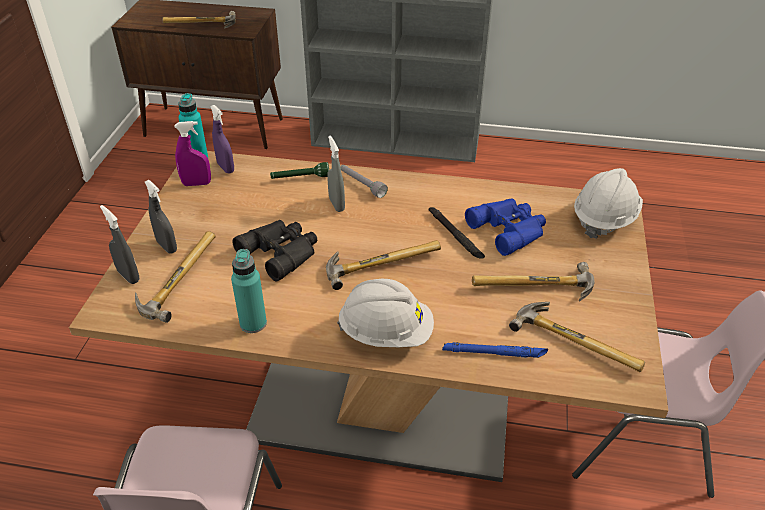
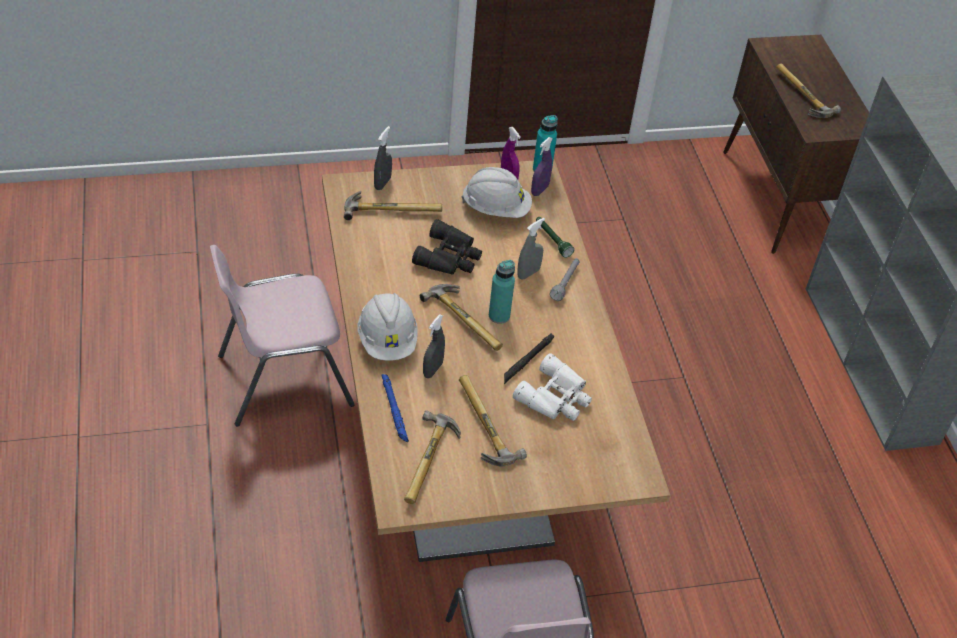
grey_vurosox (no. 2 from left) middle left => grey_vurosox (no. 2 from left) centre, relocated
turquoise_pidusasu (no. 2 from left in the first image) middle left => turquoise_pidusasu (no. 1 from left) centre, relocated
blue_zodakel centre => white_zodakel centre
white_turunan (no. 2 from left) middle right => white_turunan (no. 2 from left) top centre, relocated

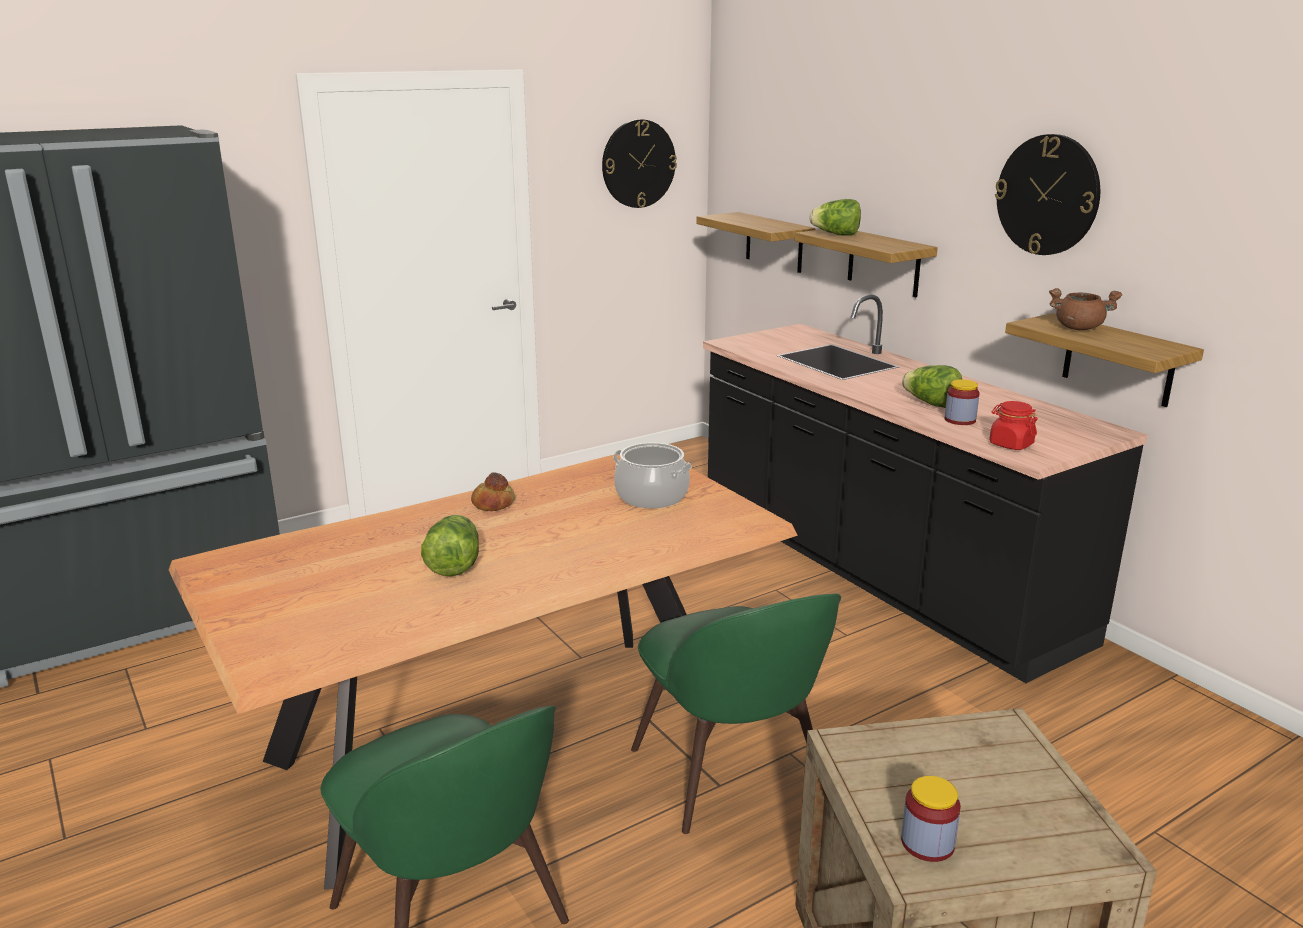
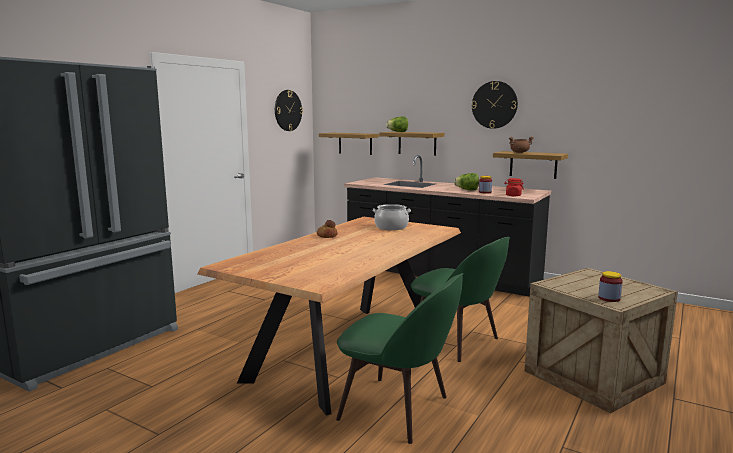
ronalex (no. 1 from left) centre => nothing

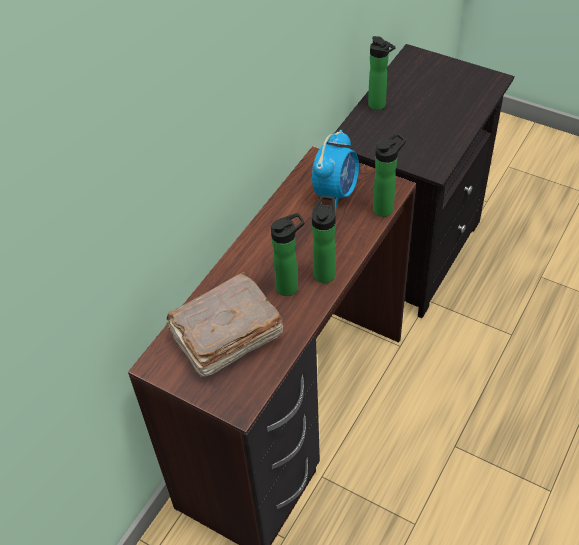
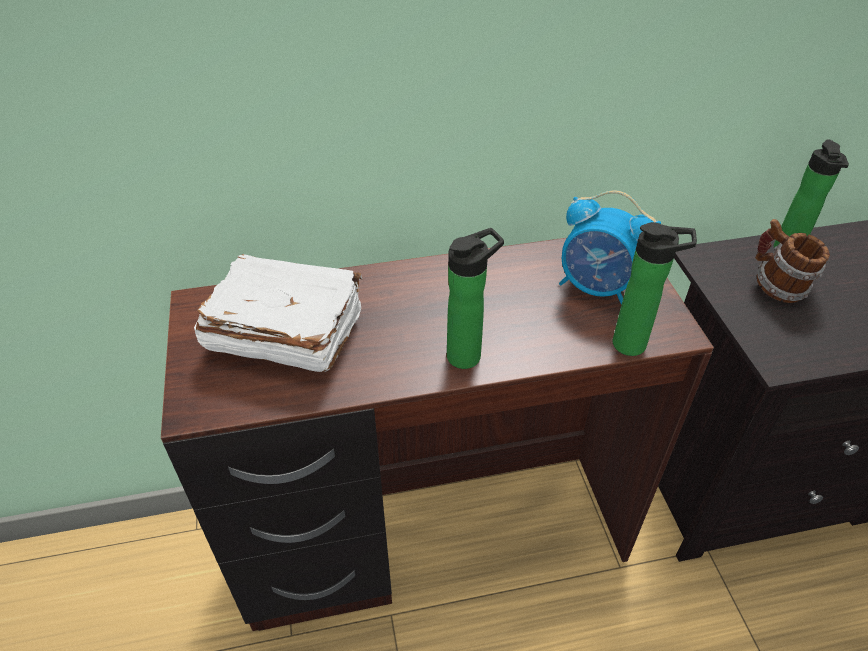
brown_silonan centre => white_silonan middle left
pidusasu (no. 1 from left) centre => nothing
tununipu top centre => tununipu middle right, 45 degrees clockwise
nothing => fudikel middle right

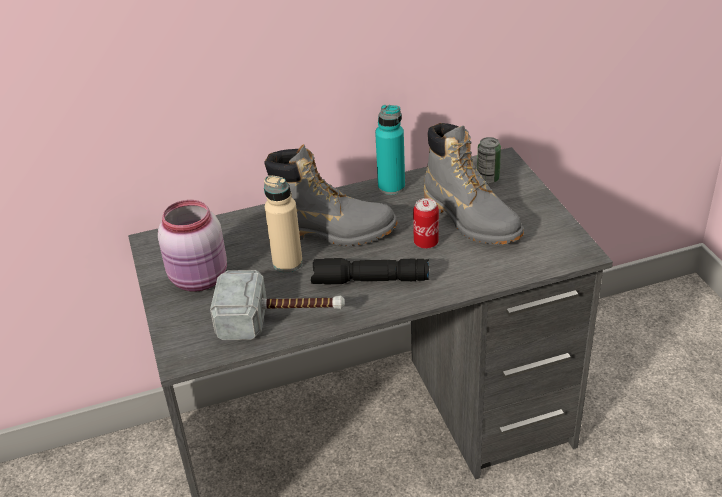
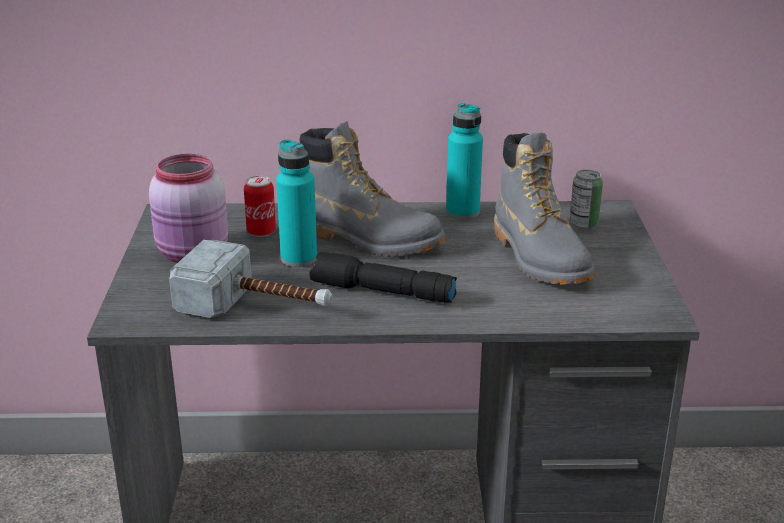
beige_pidusasu centre => turquoise_pidusasu (no. 1 from left) centre
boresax (no. 1 from left) centre => boresax (no. 1 from left) middle left, relocated

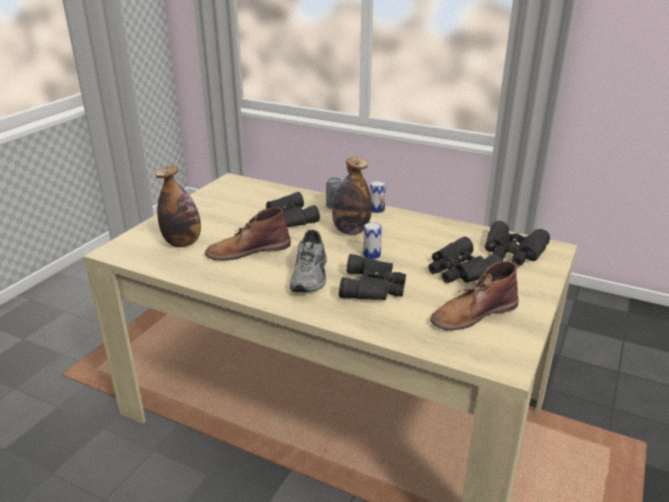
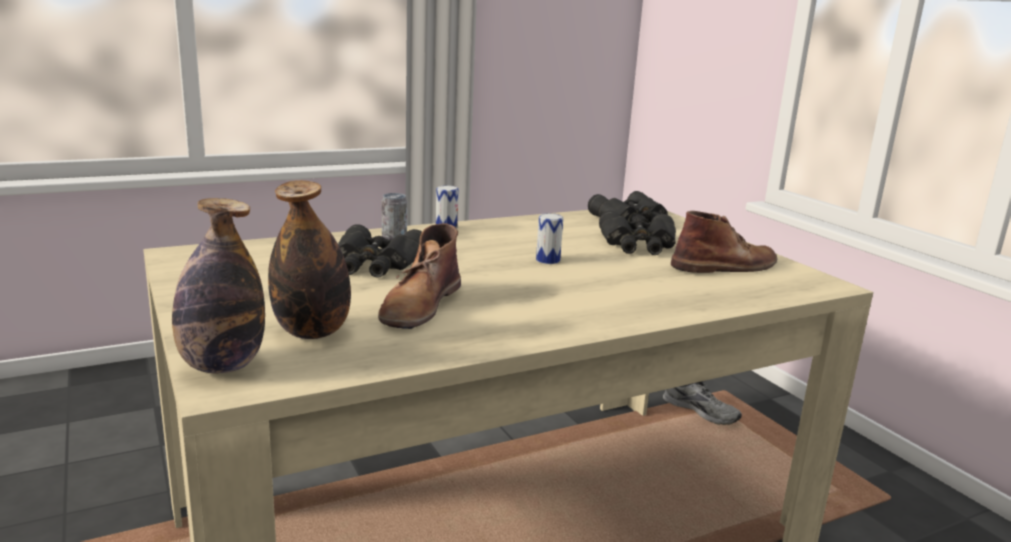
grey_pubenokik centre => grey_pubenokik bottom right, relocated
pidusasu (no. 2 from left in the first image) centre => pidusasu (no. 1 from left) middle left, relocated
black_zodakel (no. 2 from left) centre => nothing
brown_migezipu (no. 2 from left) middle right, 120 degrees counterclockwise

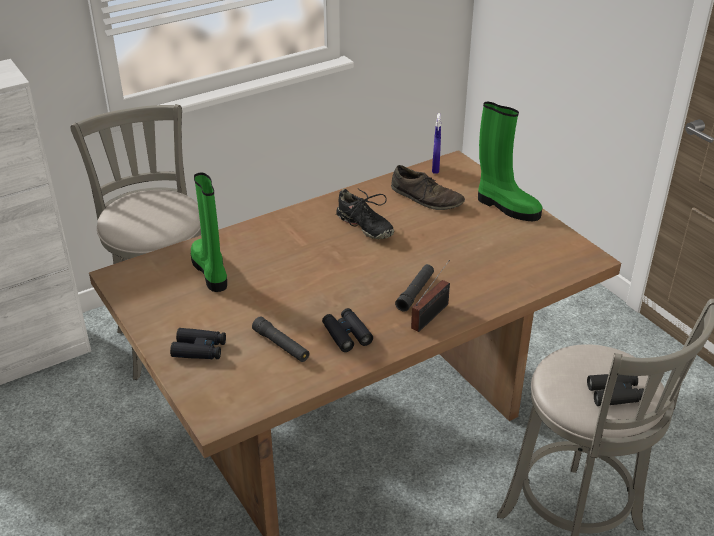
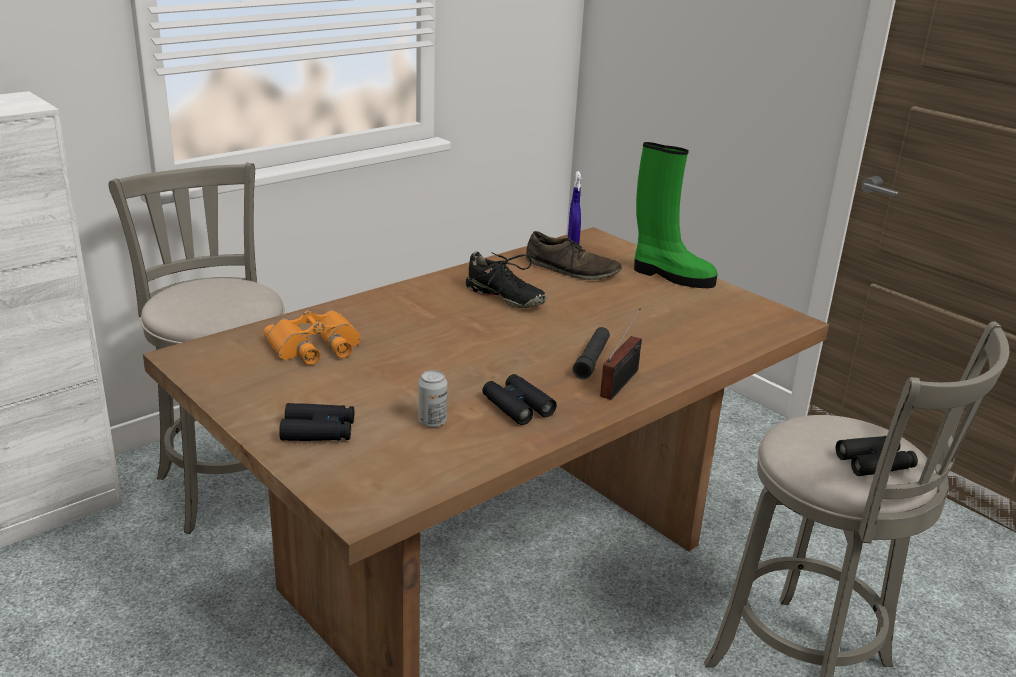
green_migezipu (no. 1 from left) middle left => orange_zodakel middle left
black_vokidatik (no. 1 from left) centre => boresax centre

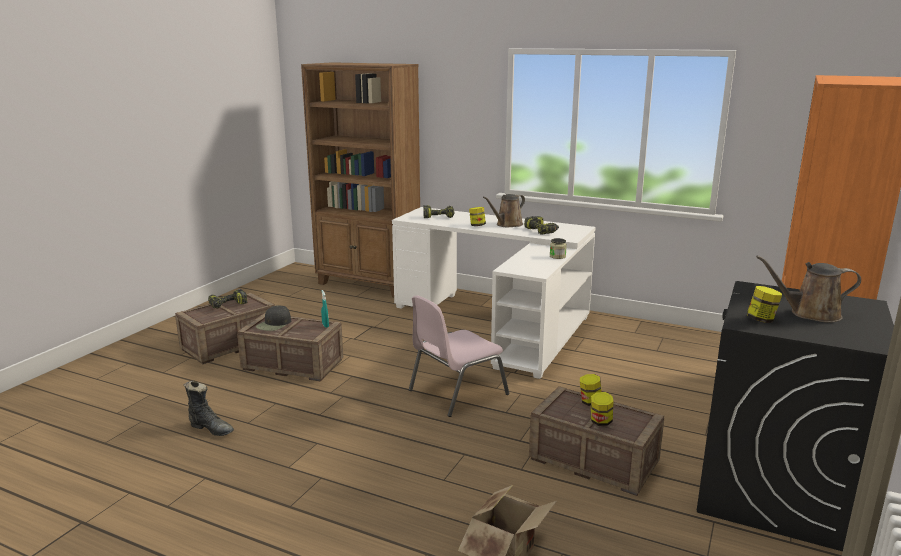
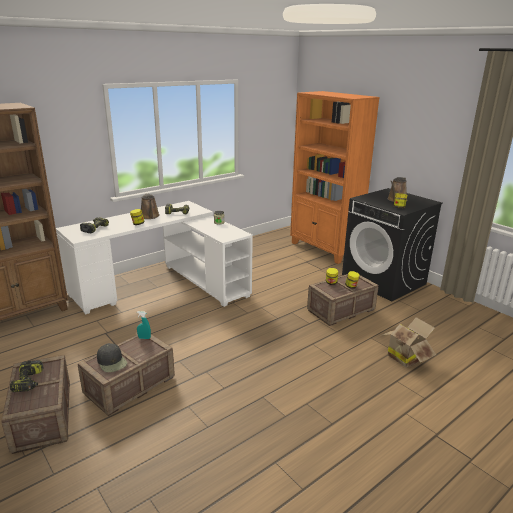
black_migezipu bottom left => nothing
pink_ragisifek centre => nothing

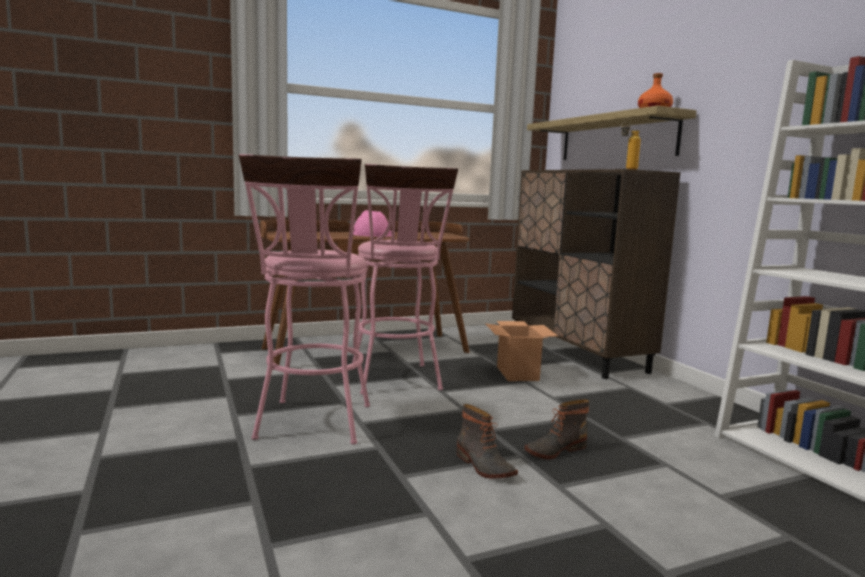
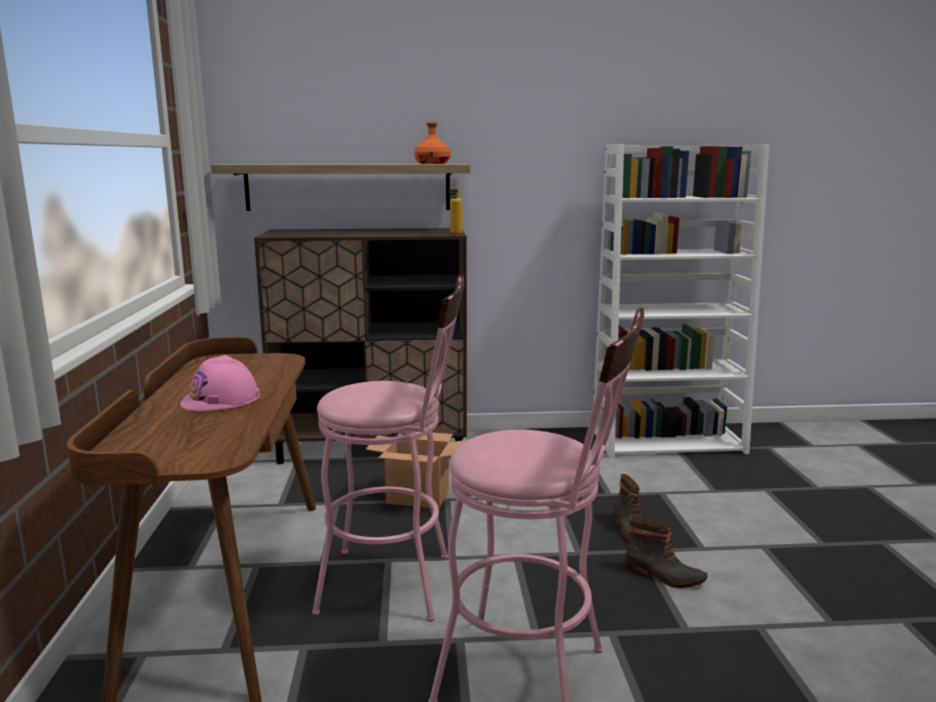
migezipu (no. 1 from left in the first image) bottom centre => migezipu (no. 2 from left) bottom right, 45 degrees clockwise

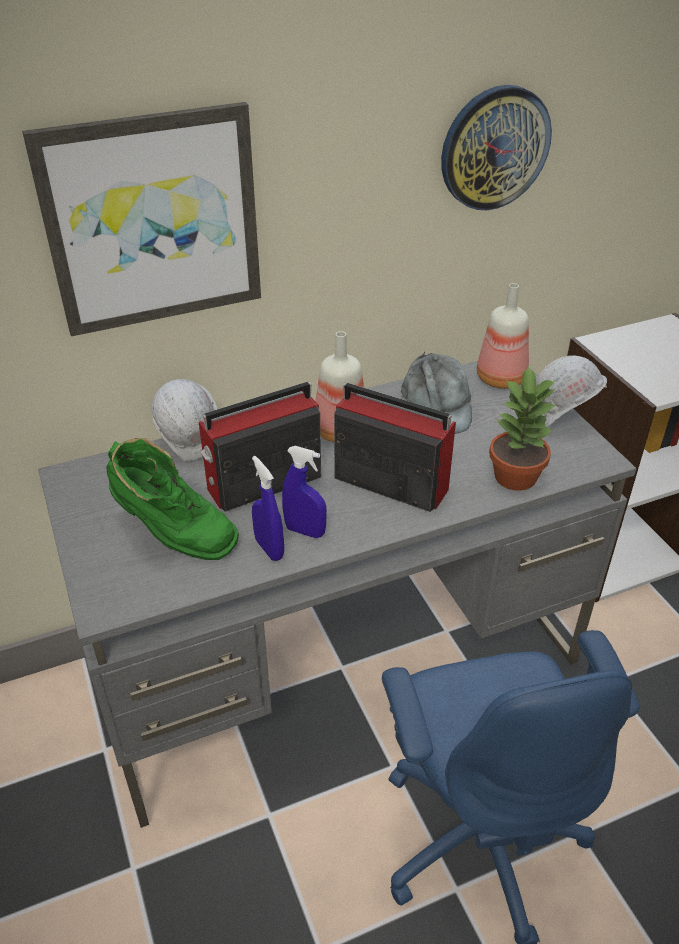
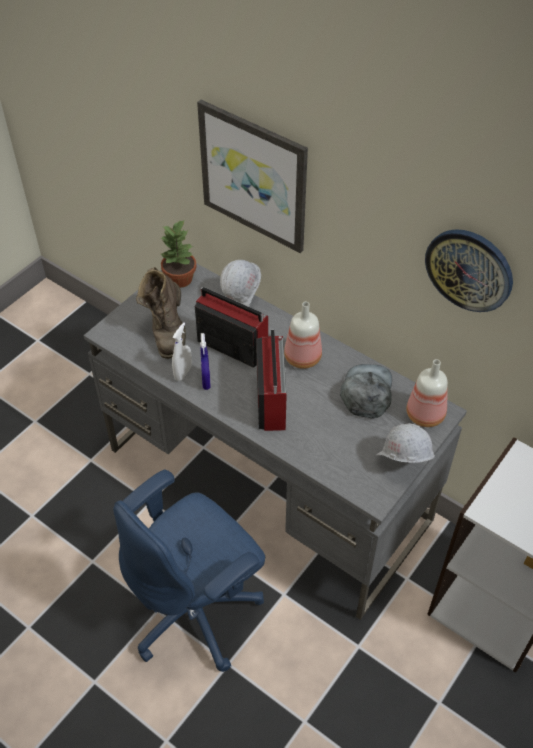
green_migezipu middle left => brown_migezipu middle left
blue_vurosox (no. 1 from left) centre => white_vurosox centre
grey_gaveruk centre => grey_gaveruk middle right, 135 degrees clockwise
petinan middle right => petinan centre, relocated

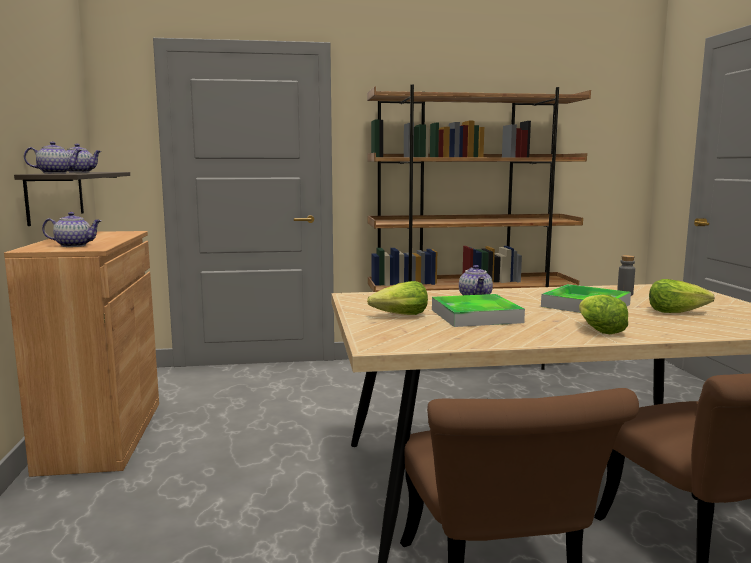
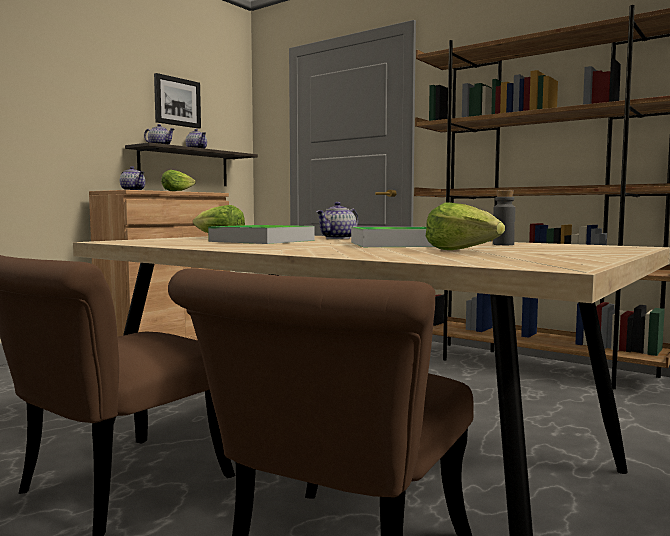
ronalex (no. 2 from left in the first image) middle right => ronalex (no. 1 from left) middle left, relocated
nothing => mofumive top left

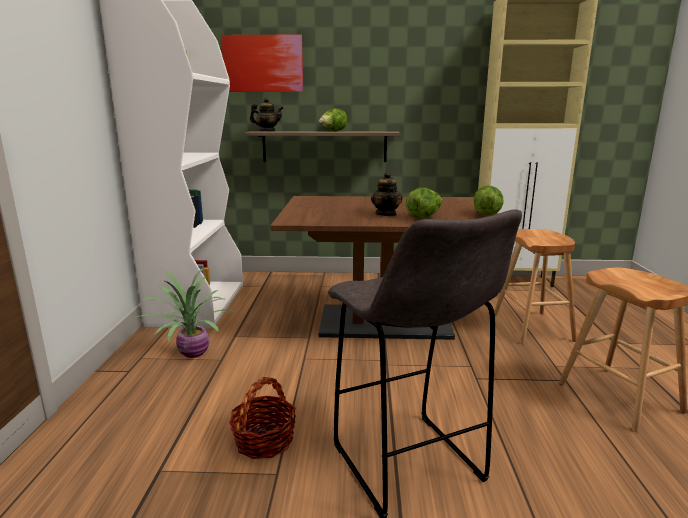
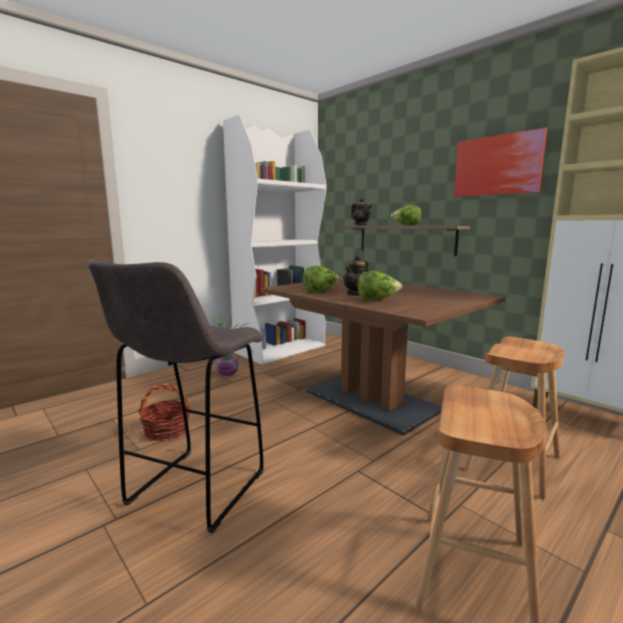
mofumive top centre => mofumive top right, relocated
ronalex (no. 3 from left in the first image) middle right => ronalex (no. 1 from left) centre, relocated

